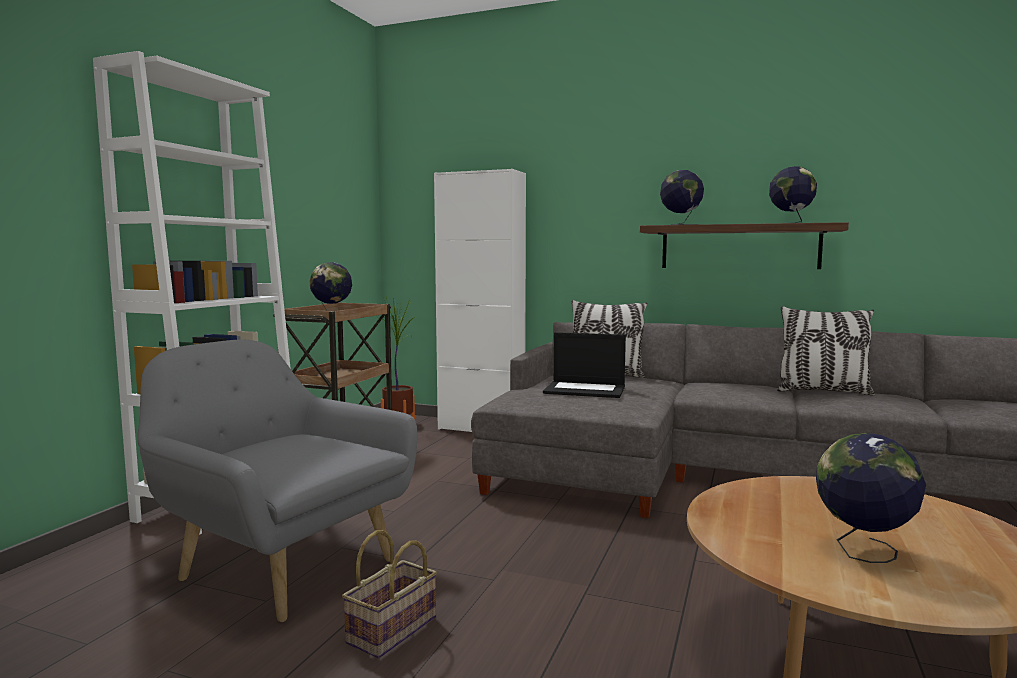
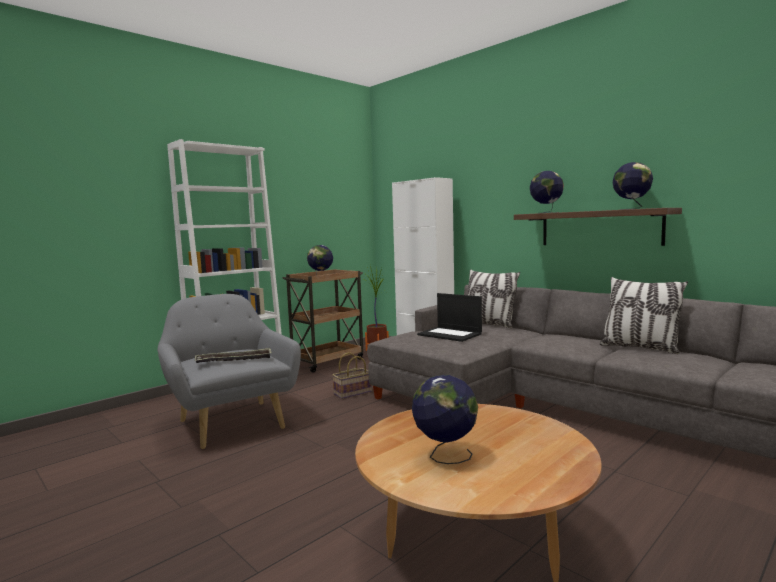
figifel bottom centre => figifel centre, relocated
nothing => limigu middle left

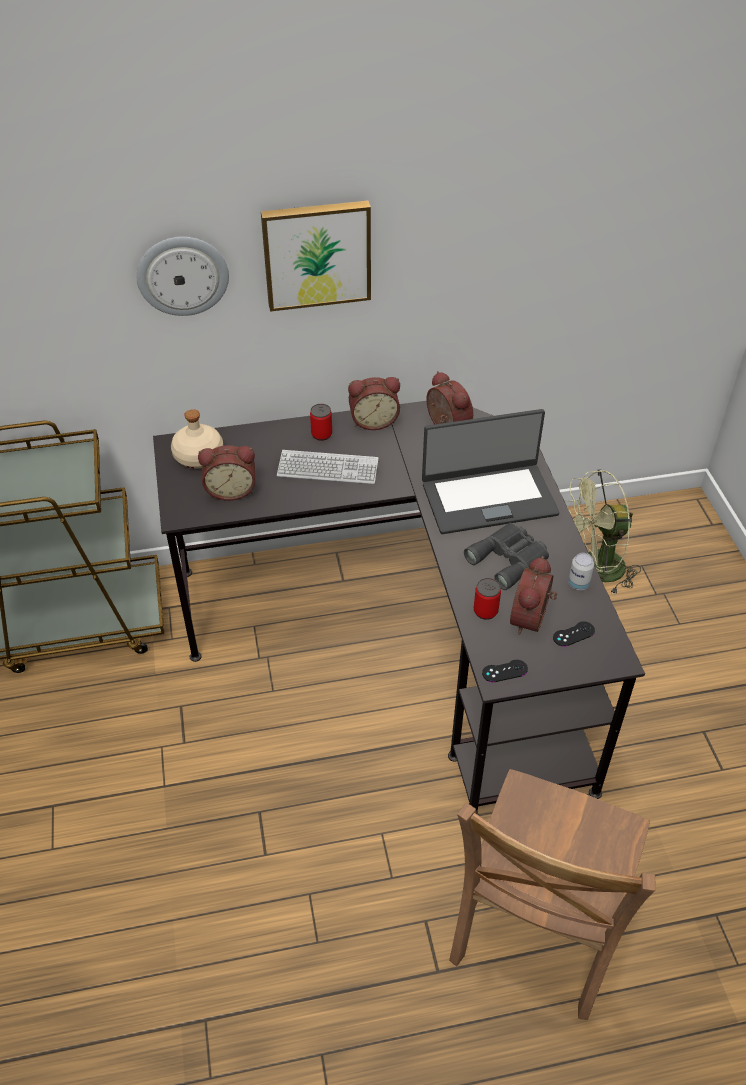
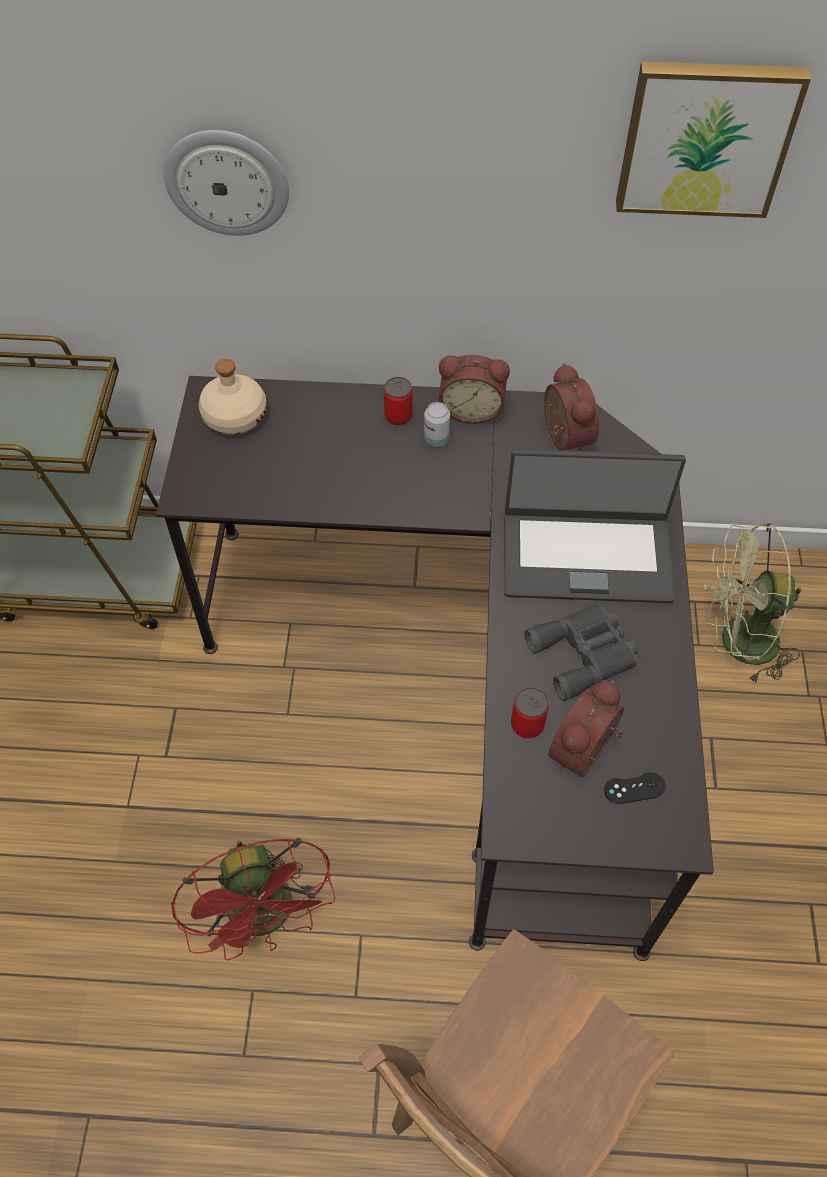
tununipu (no. 1 from left) middle left => nothing
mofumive top centre => mofumive top right, relocated
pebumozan centre => nothing
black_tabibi (no. 1 from left) middle right => nothing
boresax (no. 3 from left in the first image) middle right => boresax (no. 2 from left) centre, relocated
nothing => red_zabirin bottom left

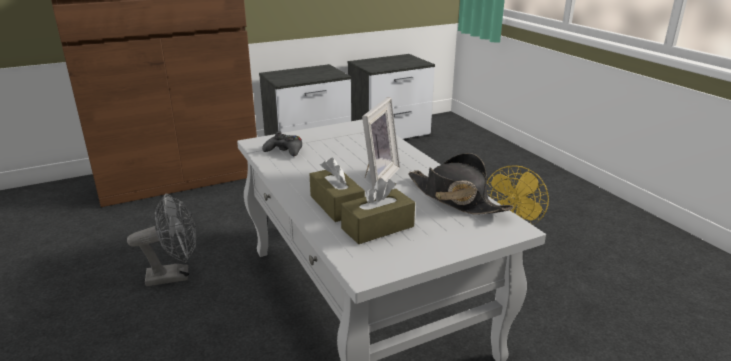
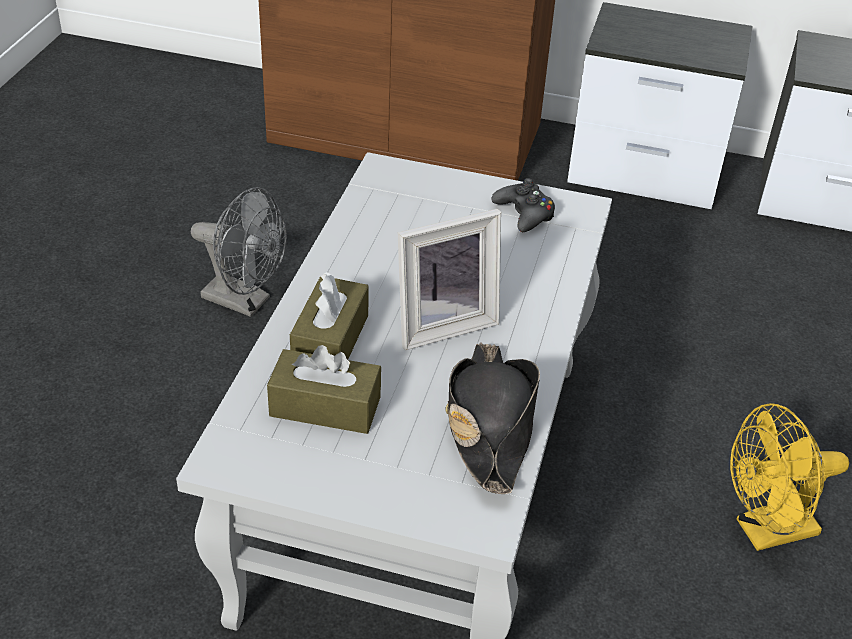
black_tabibi centre => black_tabibi top centre, relocated

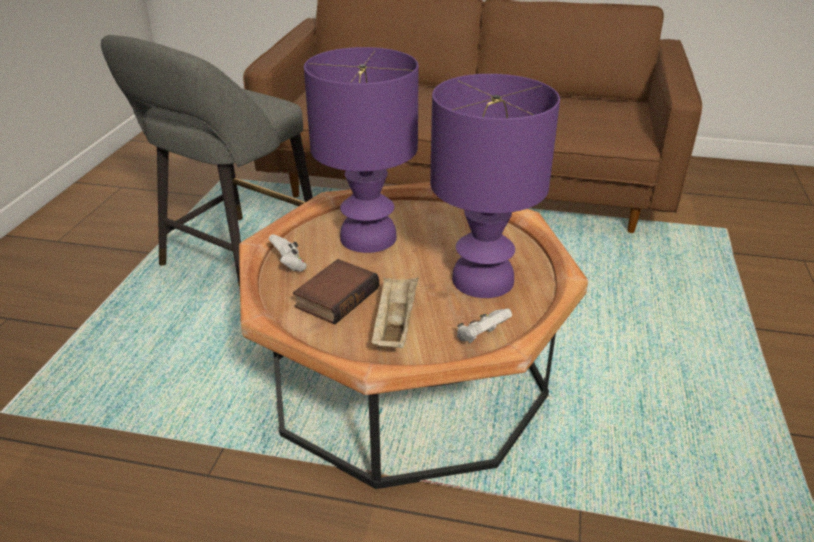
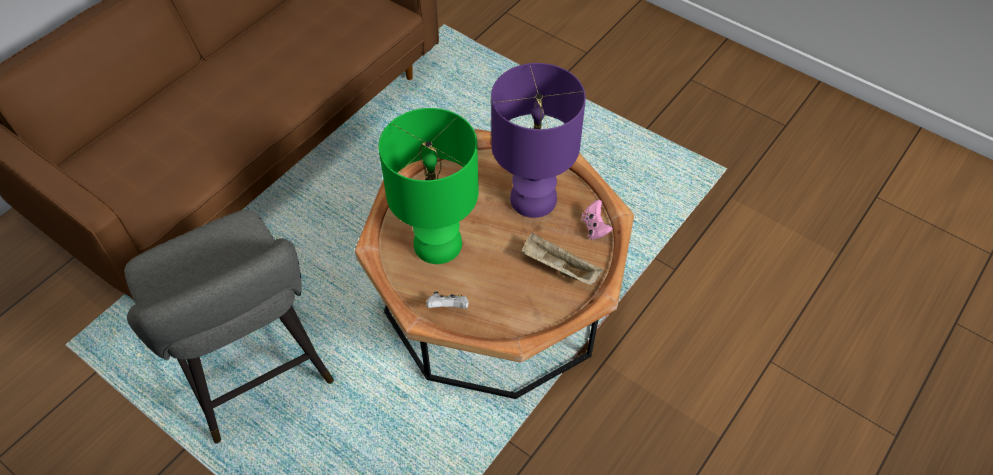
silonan centre => nothing
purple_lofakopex (no. 1 from left) top centre => green_lofakopex centre
white_tabibi (no. 2 from left) centre => pink_tabibi centre

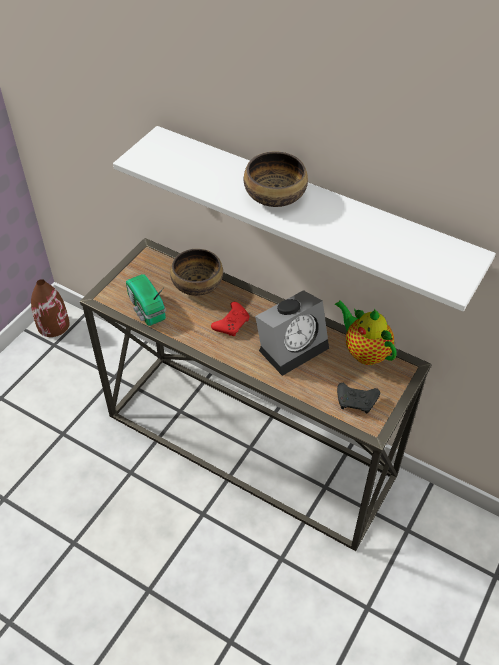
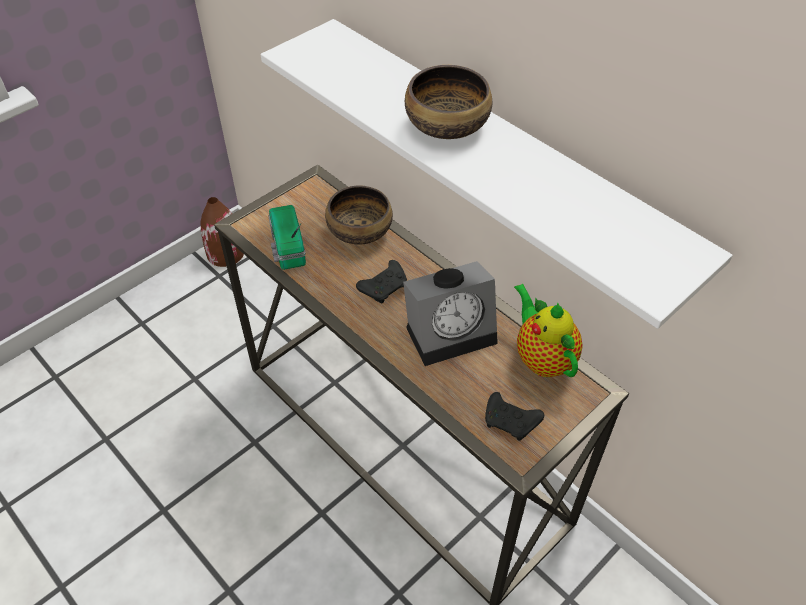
red_tabibi centre => black_tabibi (no. 1 from left) centre

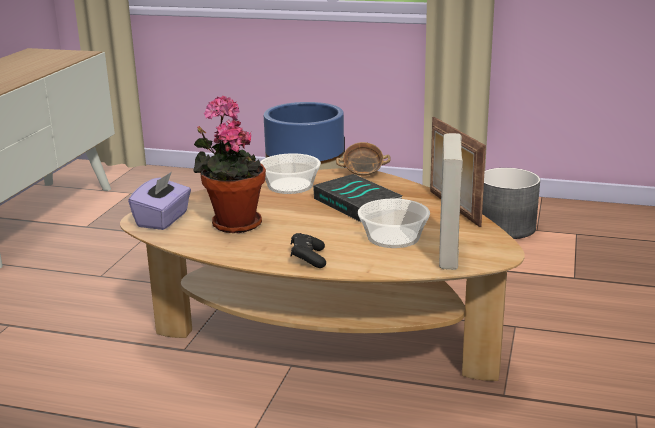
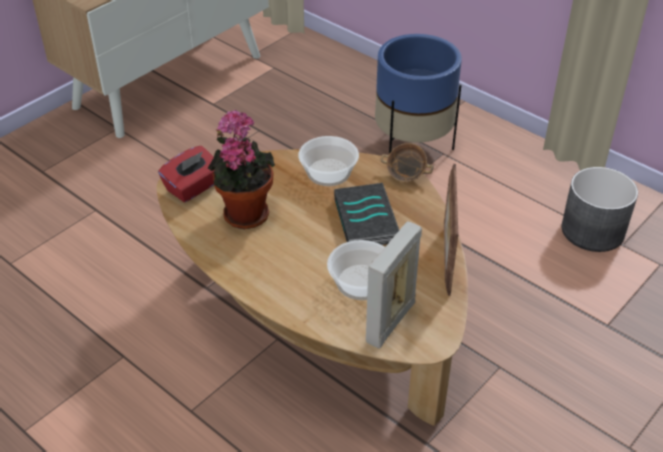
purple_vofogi middle left => red_vofogi middle left
black_tabibi centre => nothing

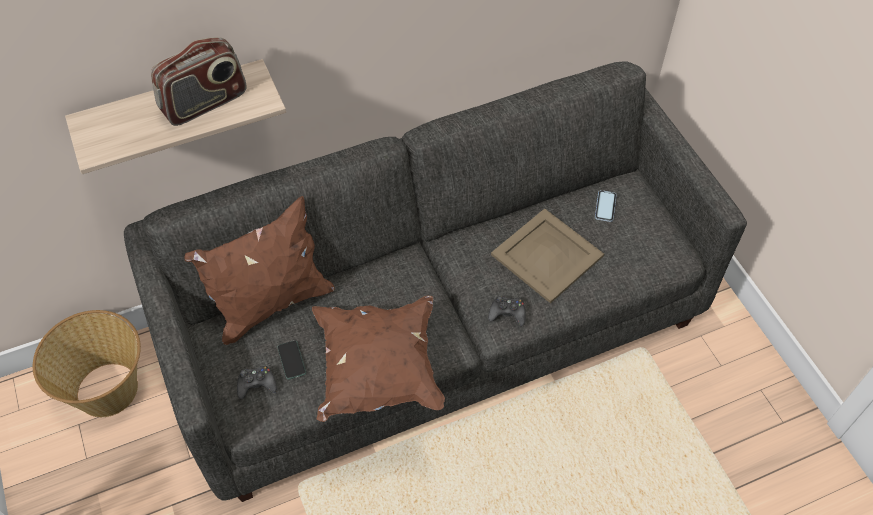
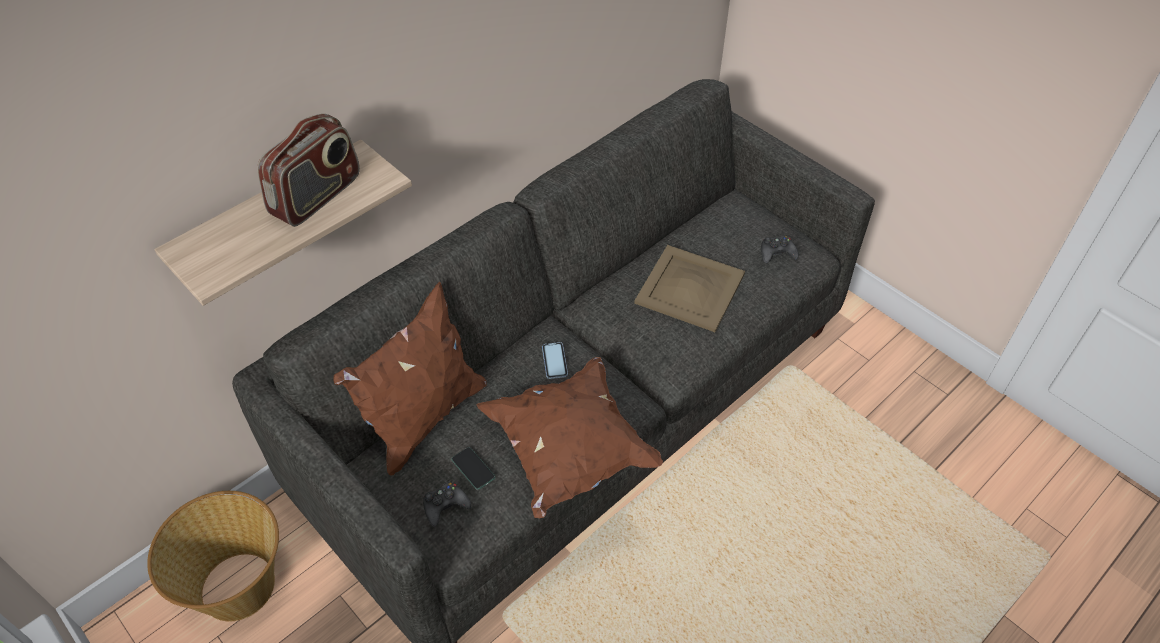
black_tabibi (no. 2 from left) centre => black_tabibi (no. 2 from left) middle right, relocated
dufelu (no. 2 from left) middle right => dufelu (no. 2 from left) centre, relocated

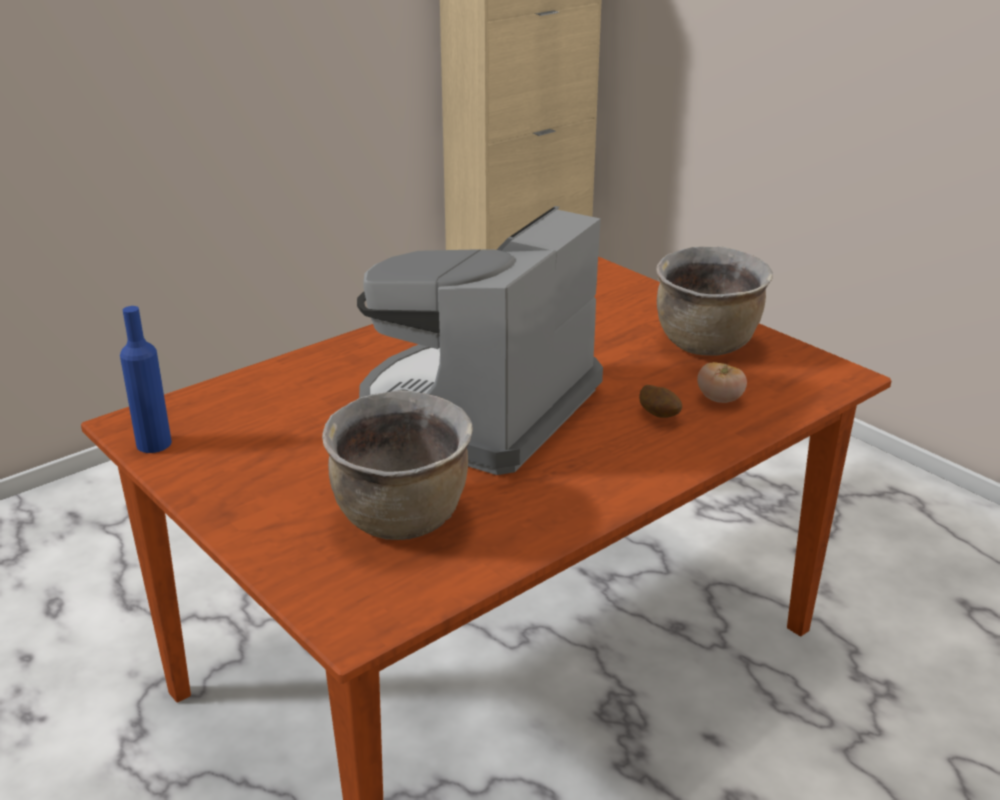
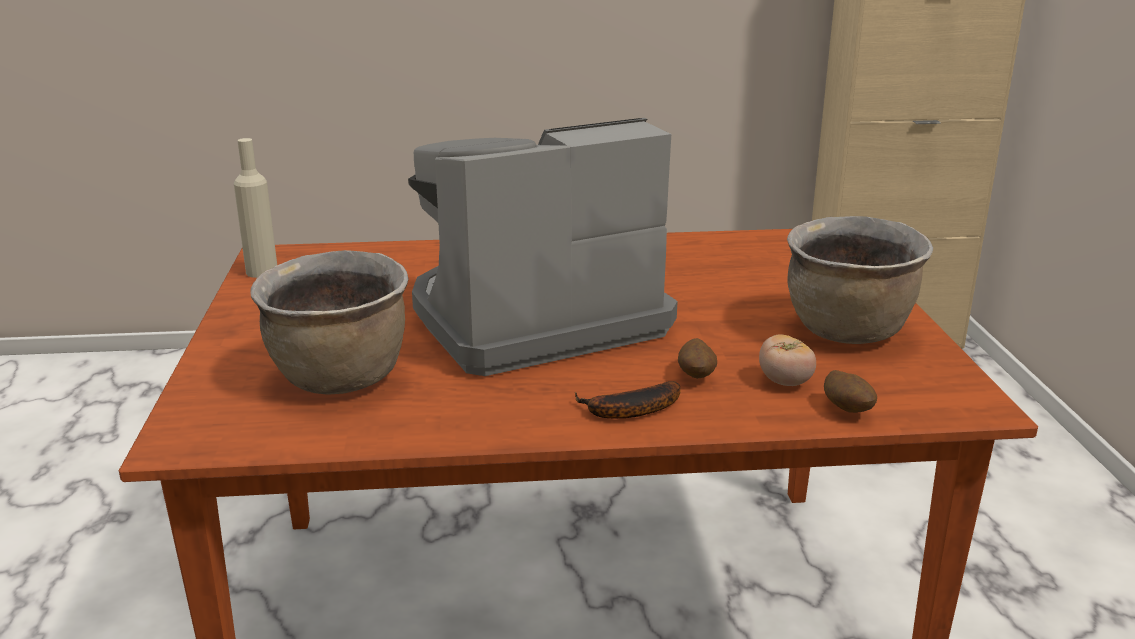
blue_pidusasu middle left => beige_pidusasu top left
nothing => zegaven centre
nothing => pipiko (no. 2 from left) middle right

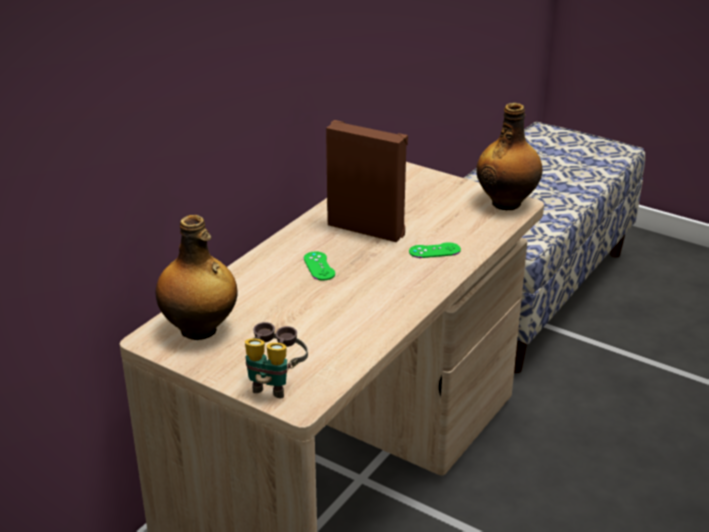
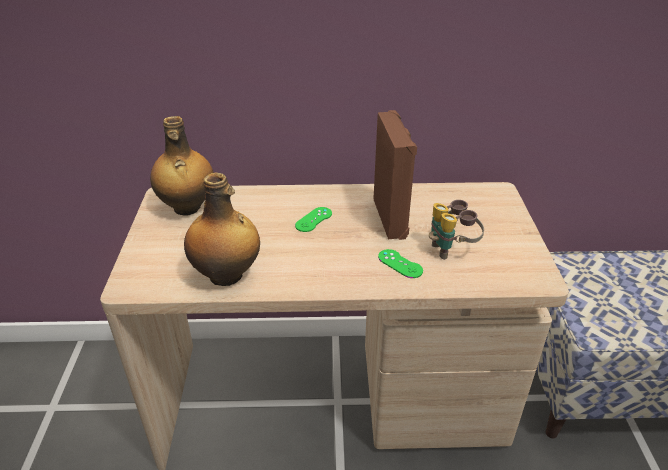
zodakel bottom centre => zodakel middle right, relocated
pidusasu (no. 2 from left) top right => pidusasu (no. 2 from left) middle left, relocated

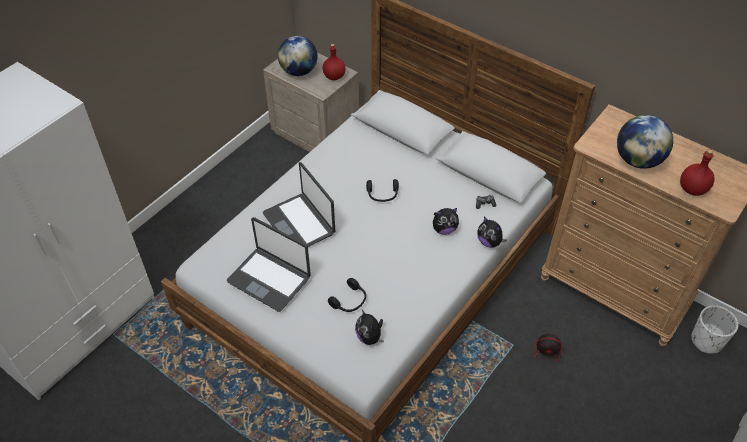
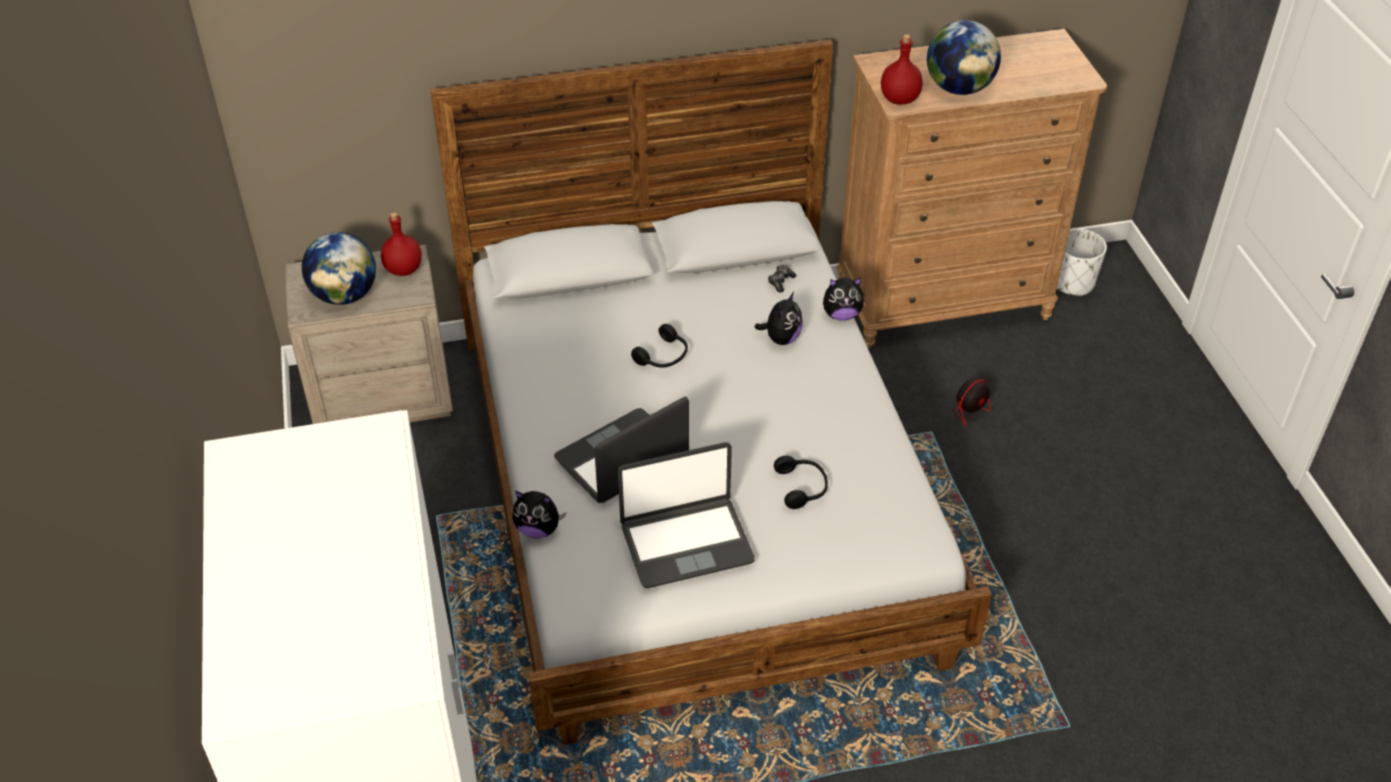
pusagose (no. 2 from left in the first image) centre => pusagose (no. 1 from left) centre, 135 degrees clockwise
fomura (no. 1 from left) bottom centre => fomura (no. 1 from left) centre, relocated
red_pidusasu (no. 2 from left) middle right => red_pidusasu (no. 2 from left) top centre, relocated

